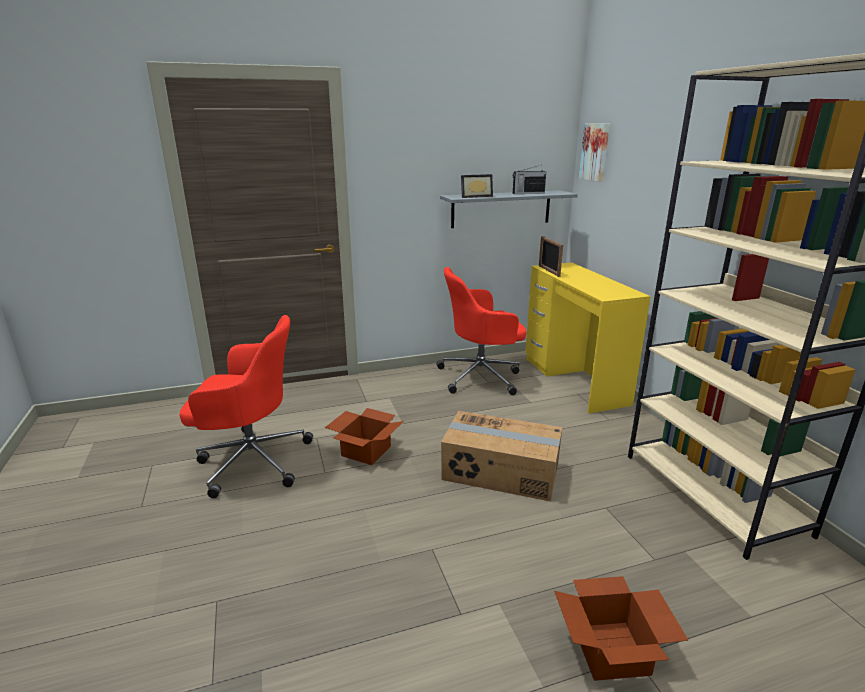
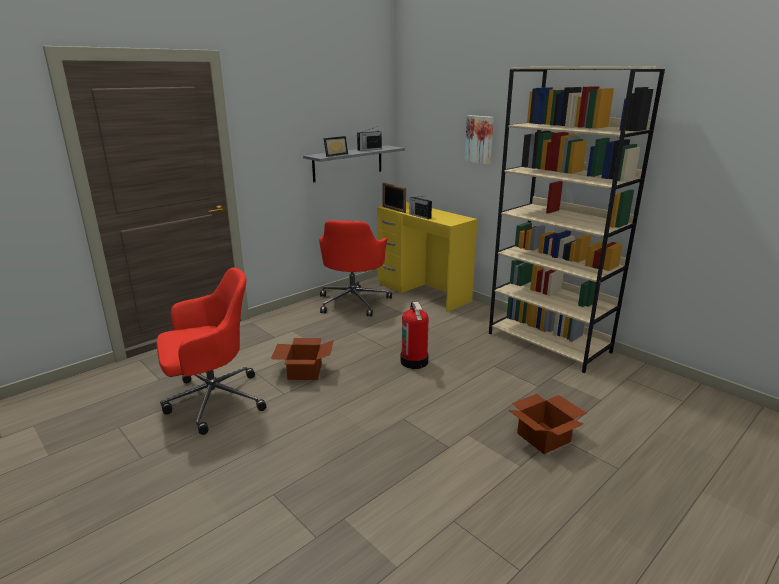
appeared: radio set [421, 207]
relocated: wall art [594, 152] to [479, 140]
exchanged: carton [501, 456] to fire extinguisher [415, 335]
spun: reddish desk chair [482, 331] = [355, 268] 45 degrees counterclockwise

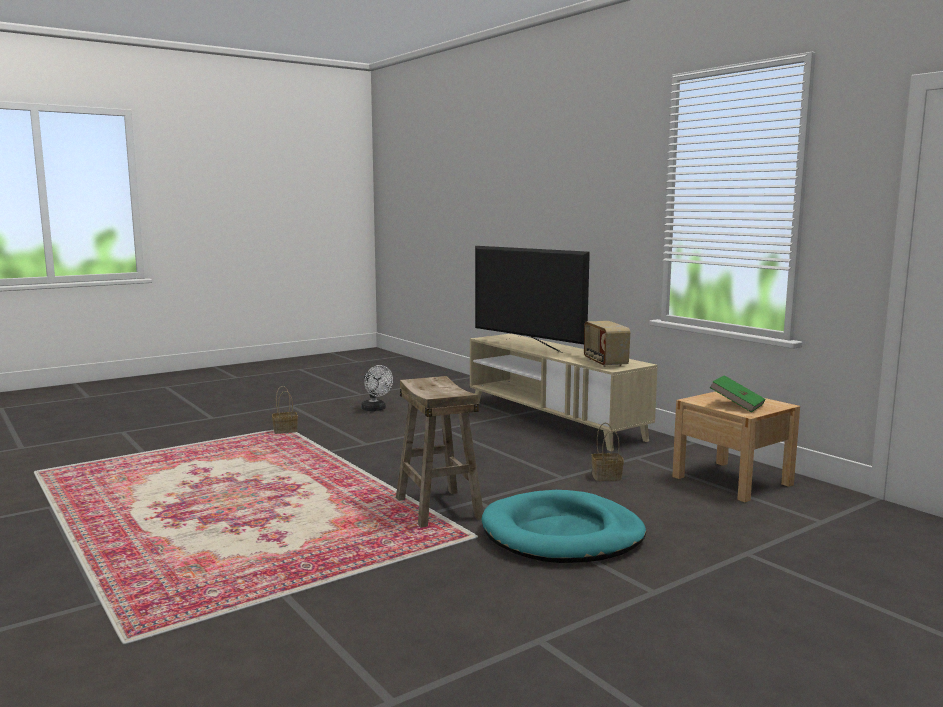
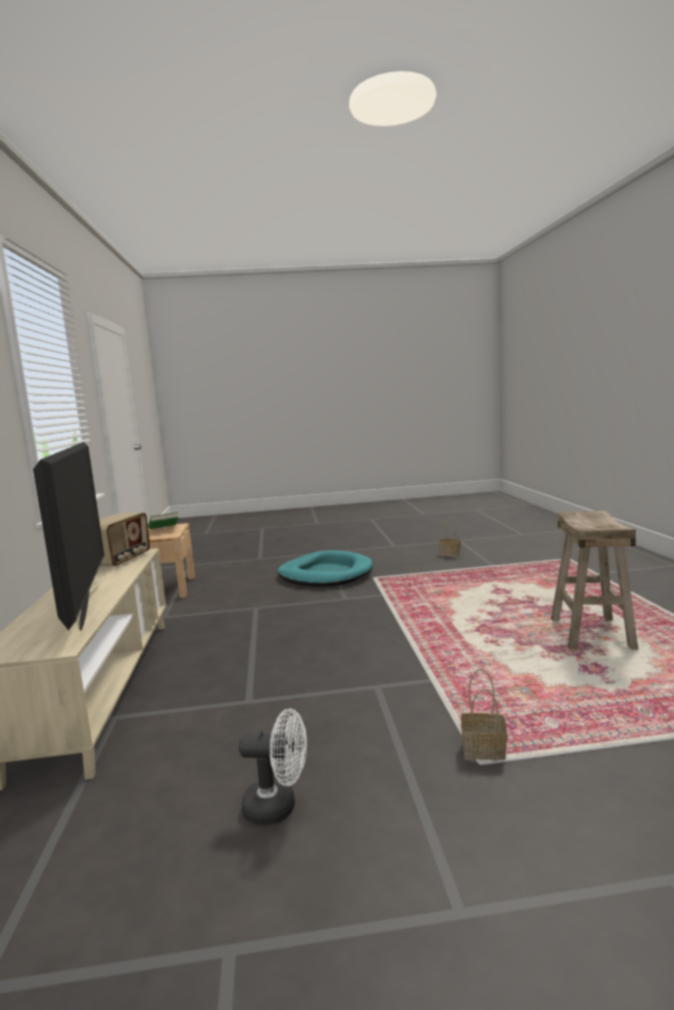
relocated: basket [607, 452] to [450, 537]; beige-coloured sitting stool [439, 452] to [594, 580]
spun: white-coloured cooling fan [377, 388] = [273, 766] 105 degrees clockwise

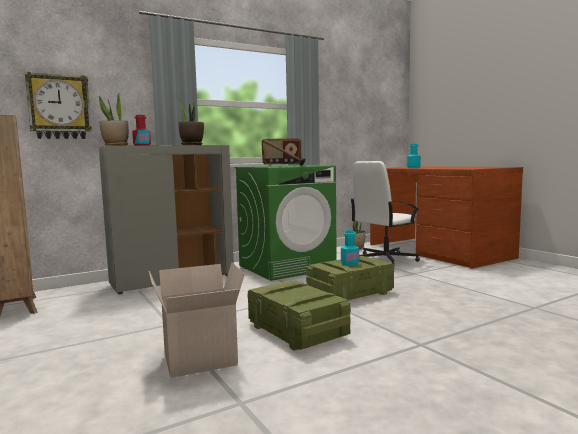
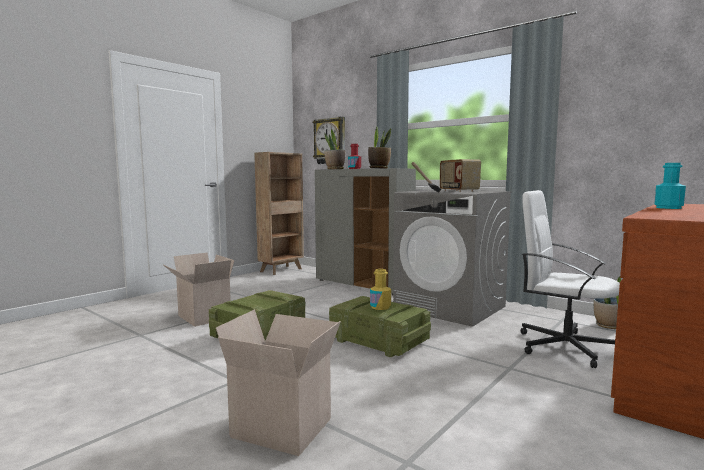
appeared: carton [278, 382]
colour: turquoise bottle [350, 248] to yellow bottle [380, 289]; green-coloured laundry appliance [286, 223] to greyish laundry appliance [452, 258]

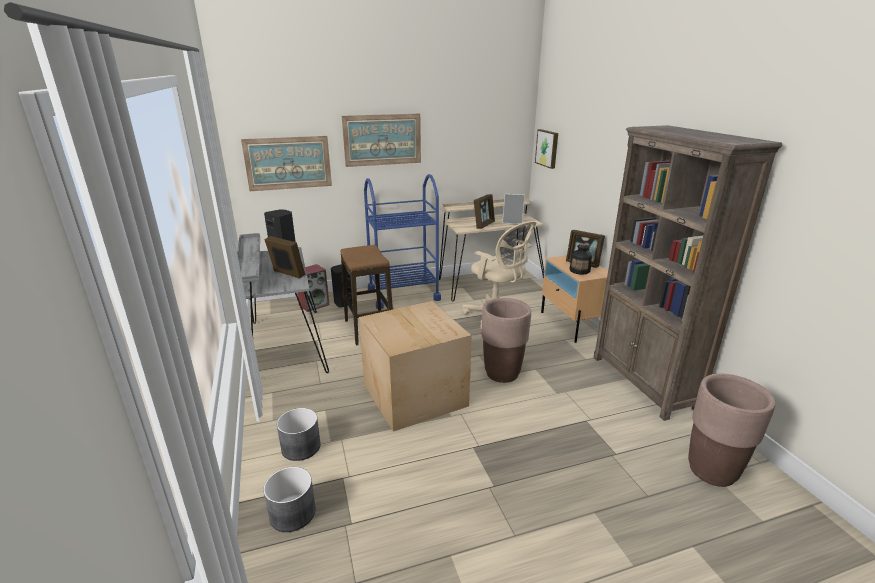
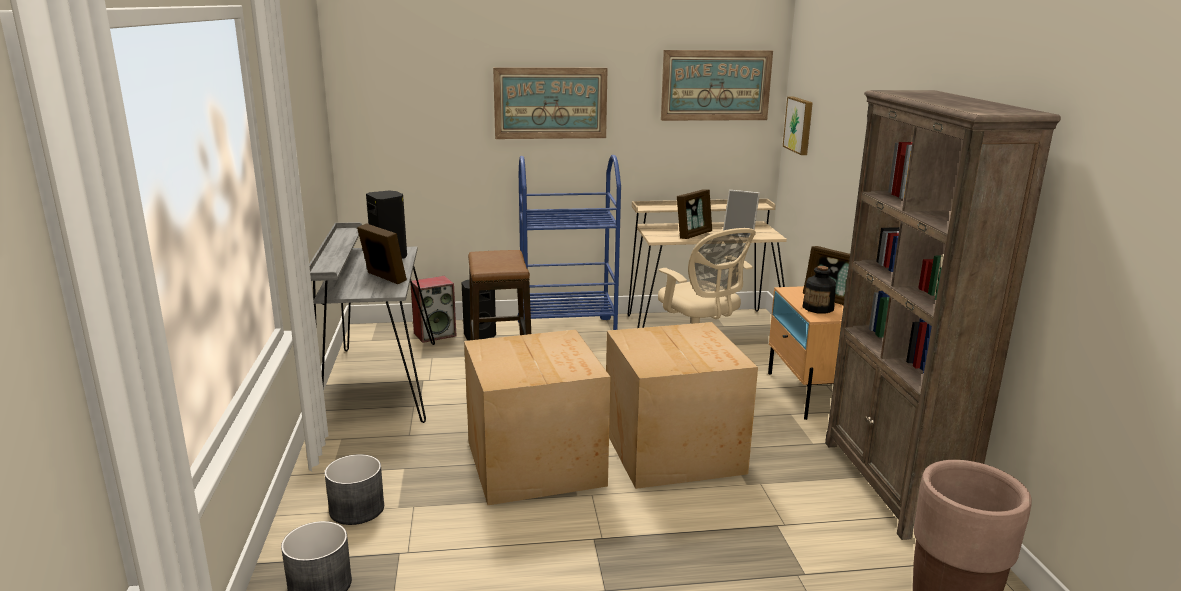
relocated: wall art [286, 163] to [717, 85]
exchanged: brown plant pot [506, 340] to carton [682, 405]

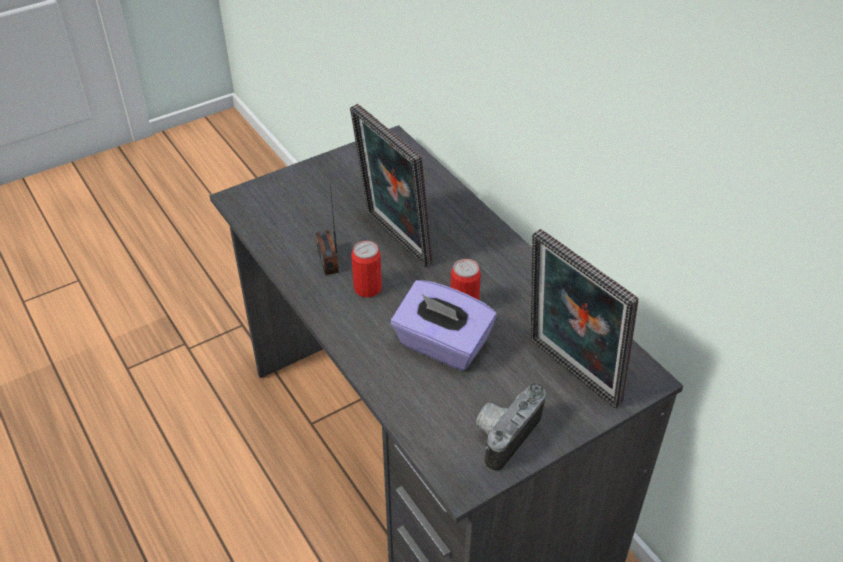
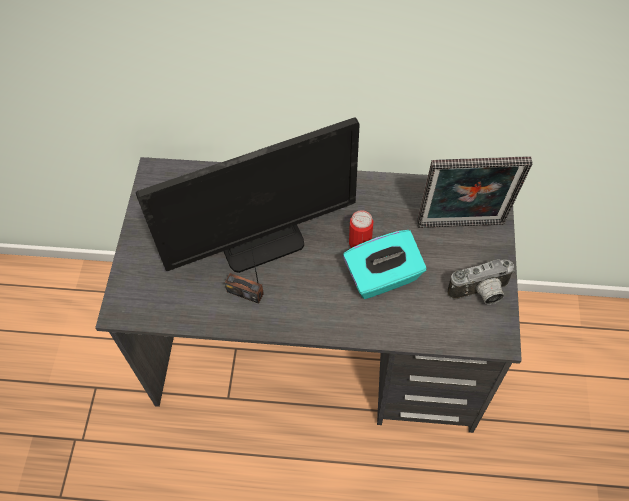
missing: can [366, 269]
exchanged: photo frame [391, 185] to monitor [248, 195]
colour: purple tissue holder [444, 325] to turquoise tissue holder [384, 264]
spun: still camera [511, 427] = [481, 282] 90 degrees counterclockwise

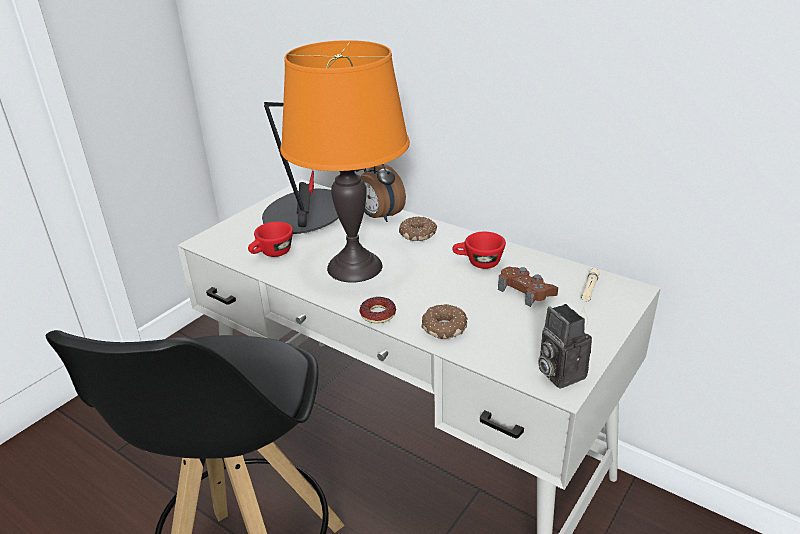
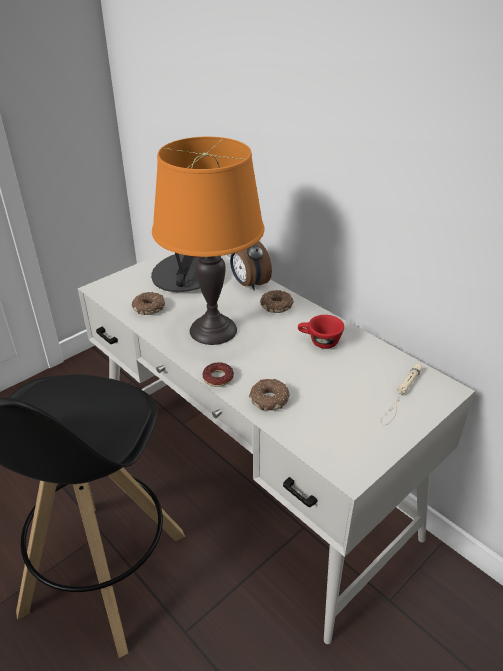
missing: brown gamepad [528, 287]; still camera [565, 346]
exchanged: reddish small cup [270, 239] to donut [148, 303]

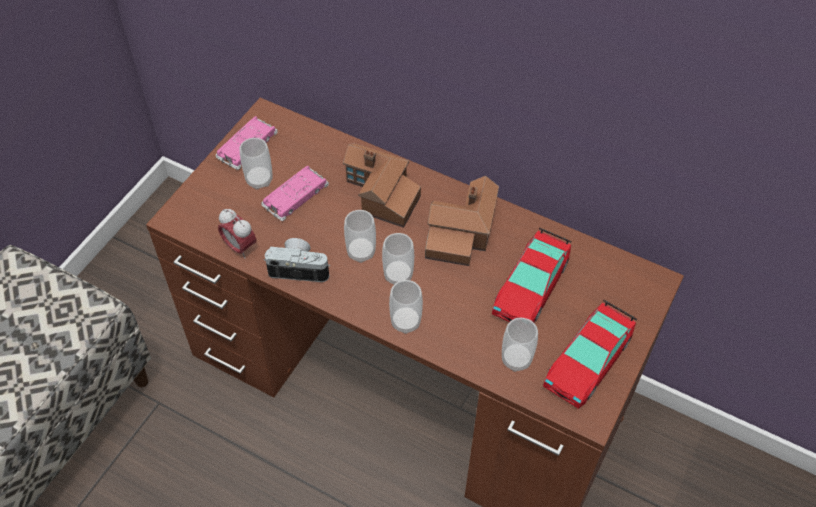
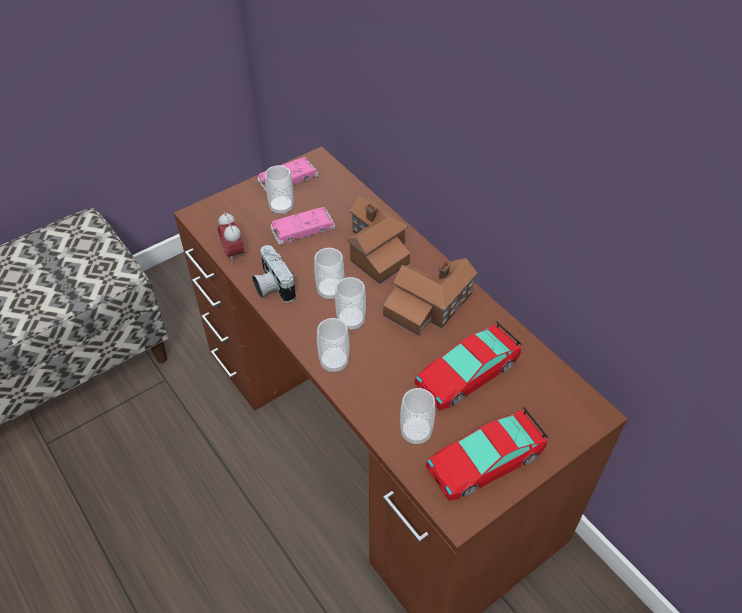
spun: still camera [297, 260] = [274, 274] 150 degrees counterclockwise

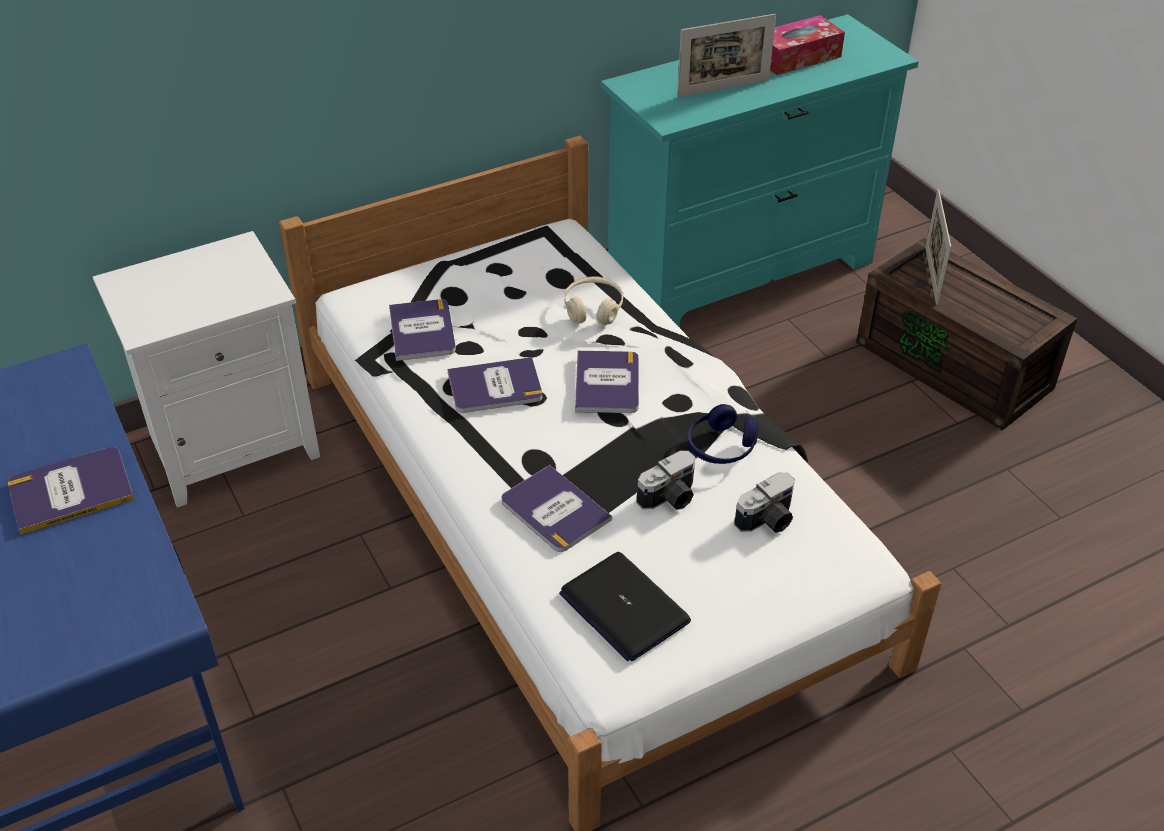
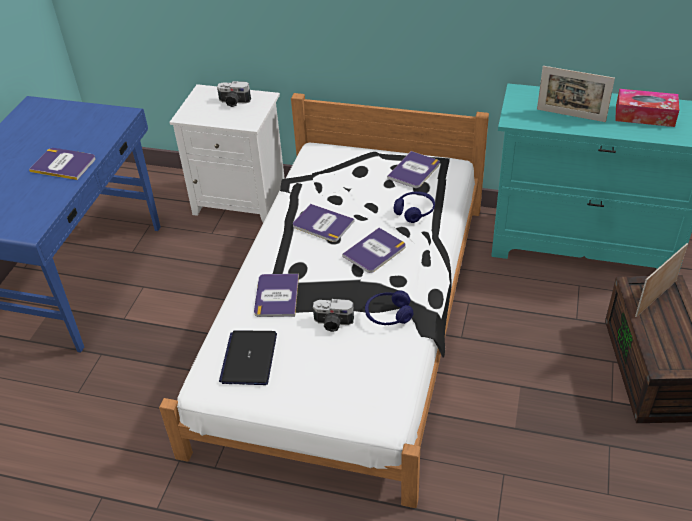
relocated: still camera [764, 503] to [234, 94]; volume [422, 330] to [413, 169]
colour: beige-coloured headphones [593, 300] to blue-coloured headphones [414, 207]

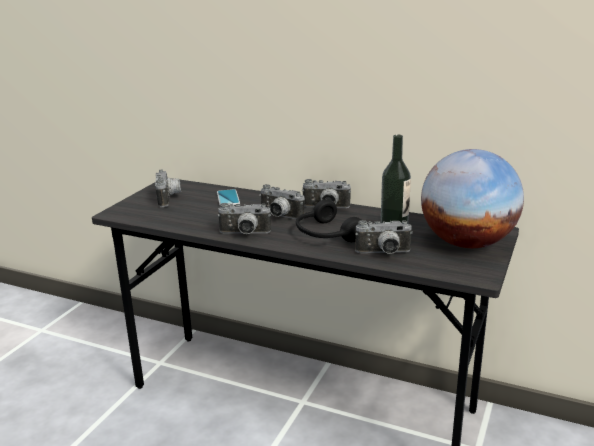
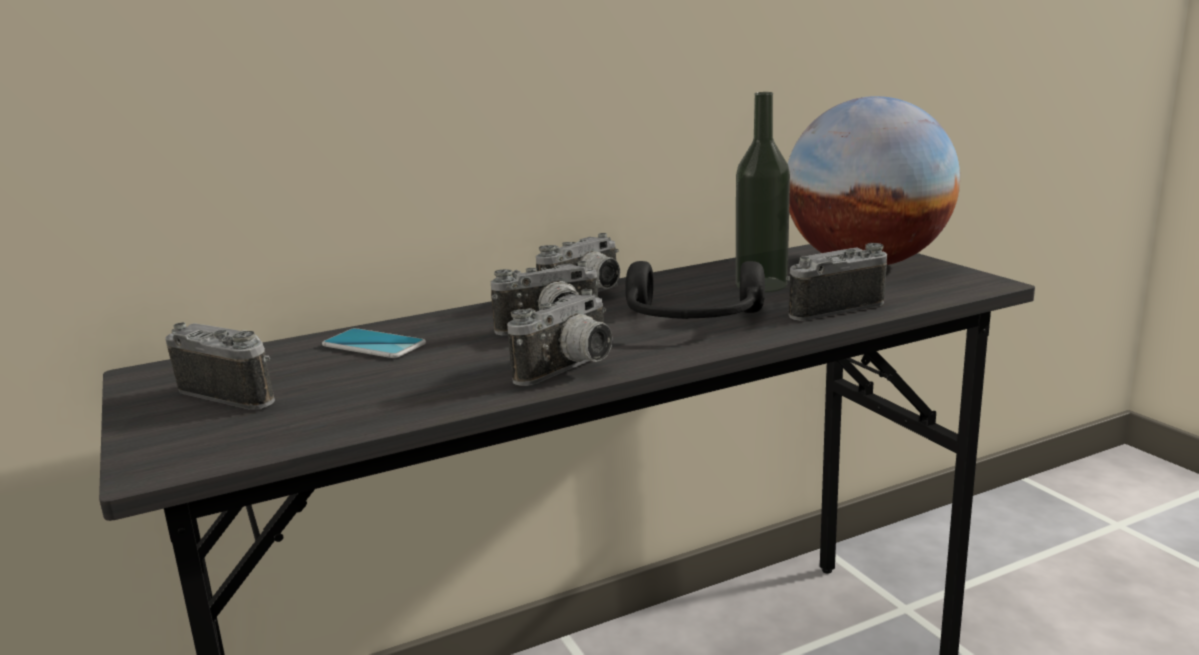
spun: still camera [384, 237] = [836, 282] 150 degrees counterclockwise

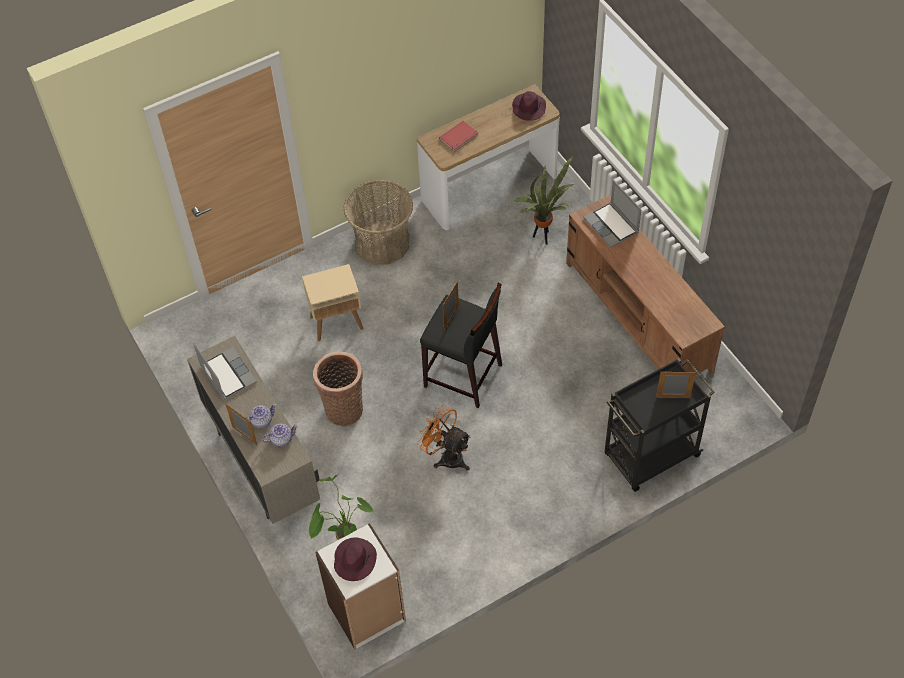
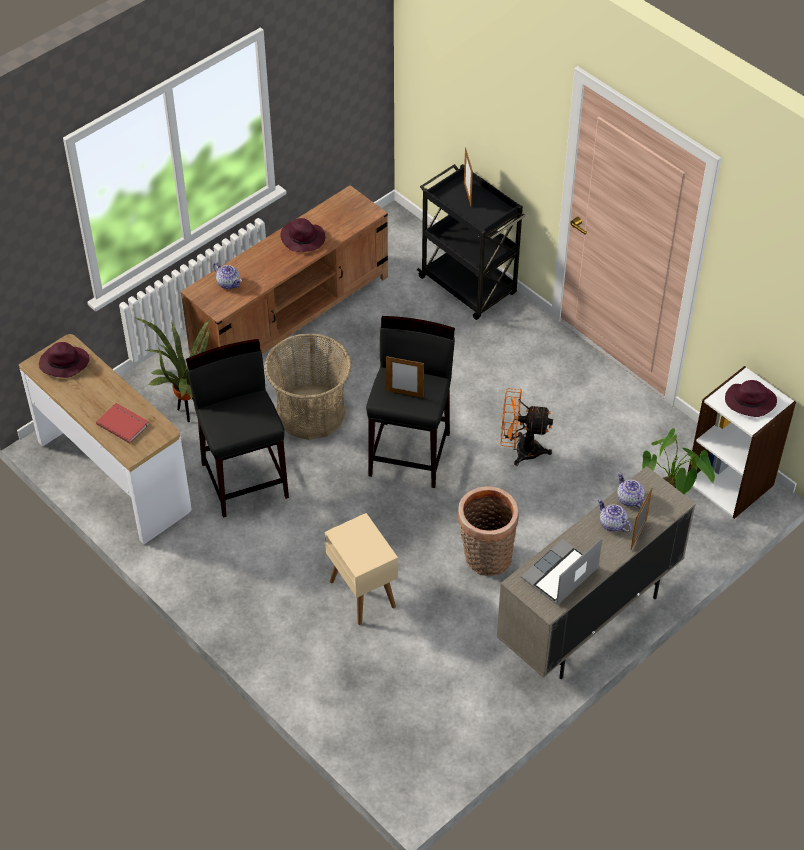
appeared: black-coloured sitting stool [237, 428]; purple wearable hat [302, 235]
relocated: basket [378, 222] to [308, 386]
exchanged: portable computer [613, 214] to teapot [227, 276]
spun: orange-coloured cooling fan [444, 437] = [526, 427] 75 degrees clockwise

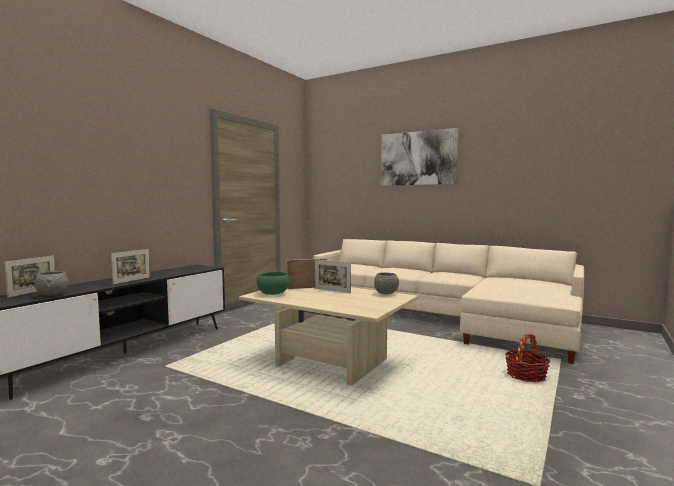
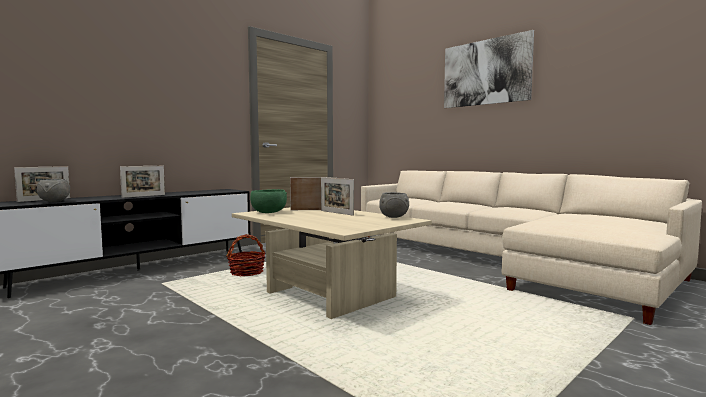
relocated: basket [528, 357] to [246, 255]

